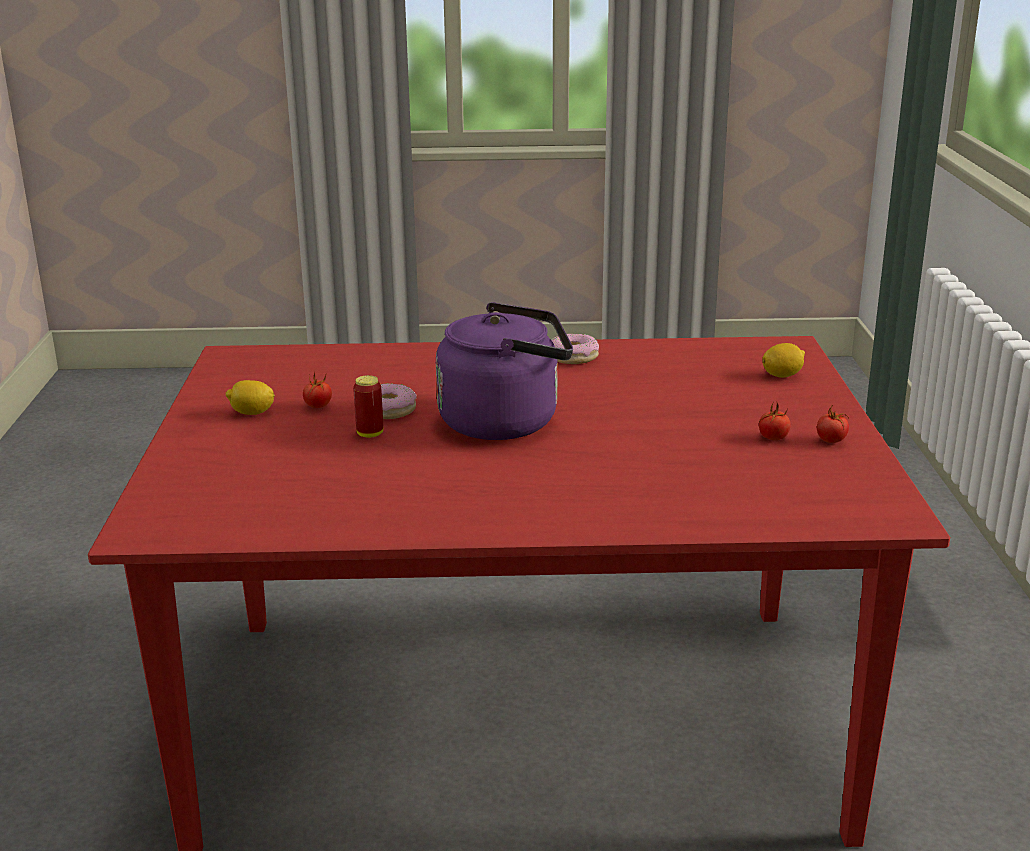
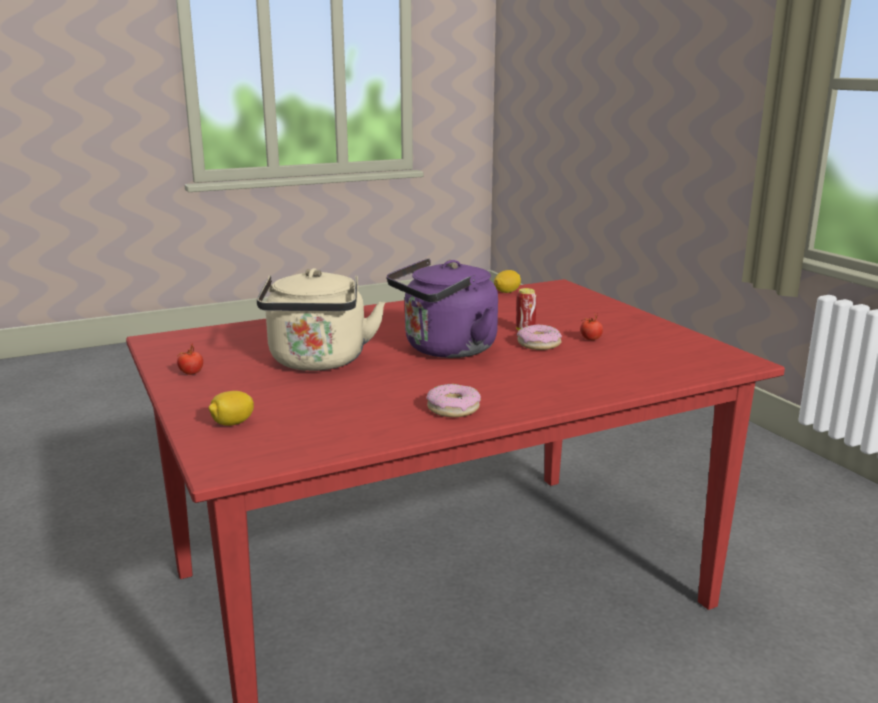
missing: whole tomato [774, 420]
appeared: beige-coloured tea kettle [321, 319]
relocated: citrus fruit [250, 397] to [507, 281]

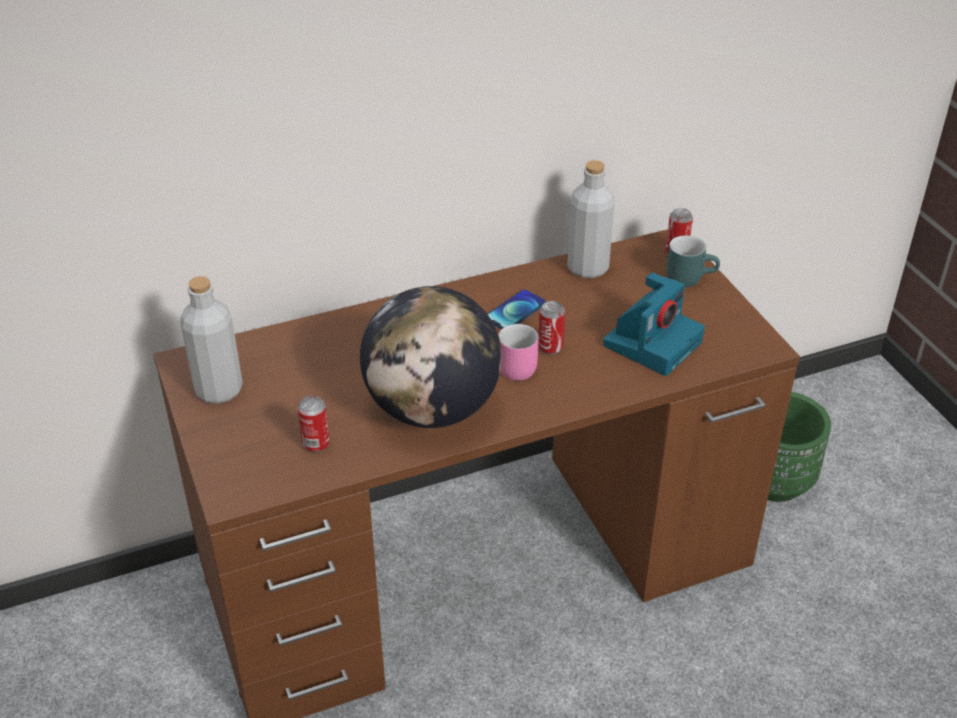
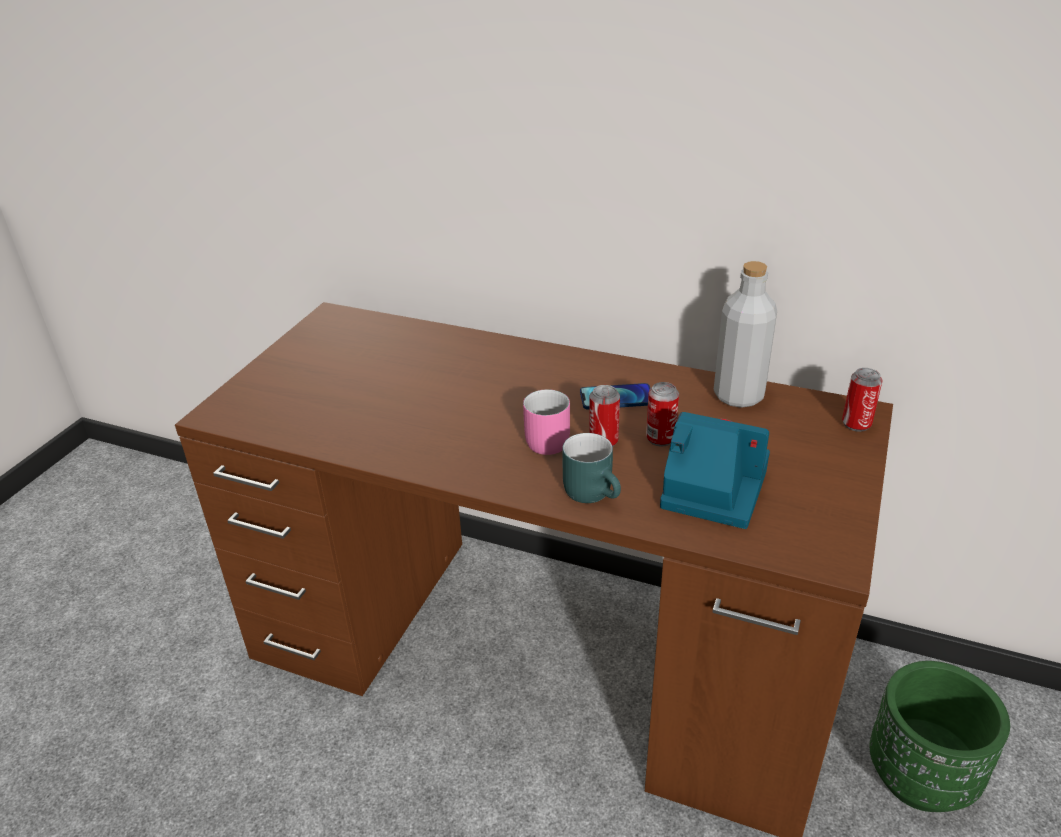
missing: greyish bottle [211, 340]; world globe [431, 357]
relocated: turquoise coffee mug [693, 261] to [592, 468]; can [314, 424] to [662, 414]
spun: still camera [654, 324] = [715, 470] 150 degrees counterclockwise

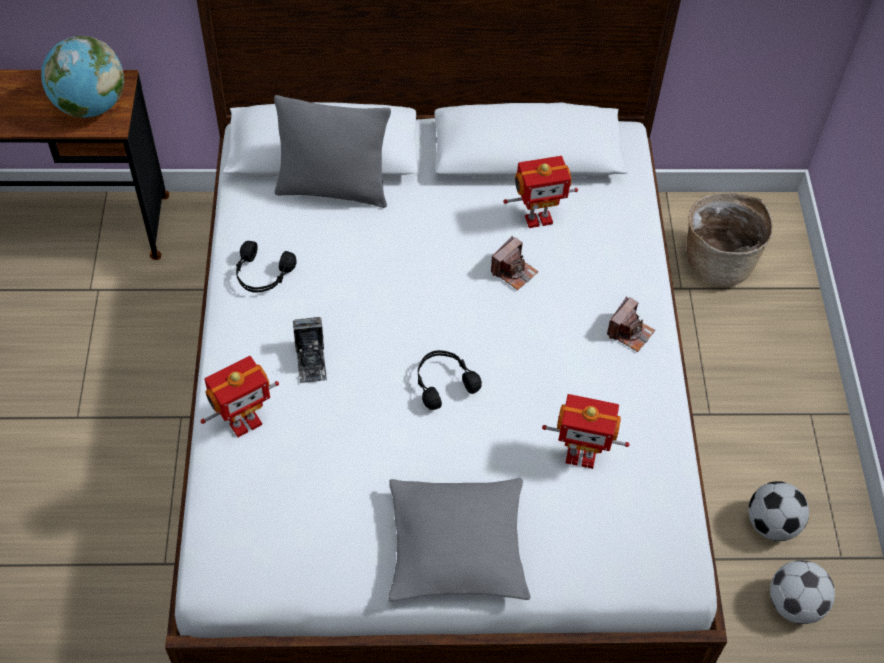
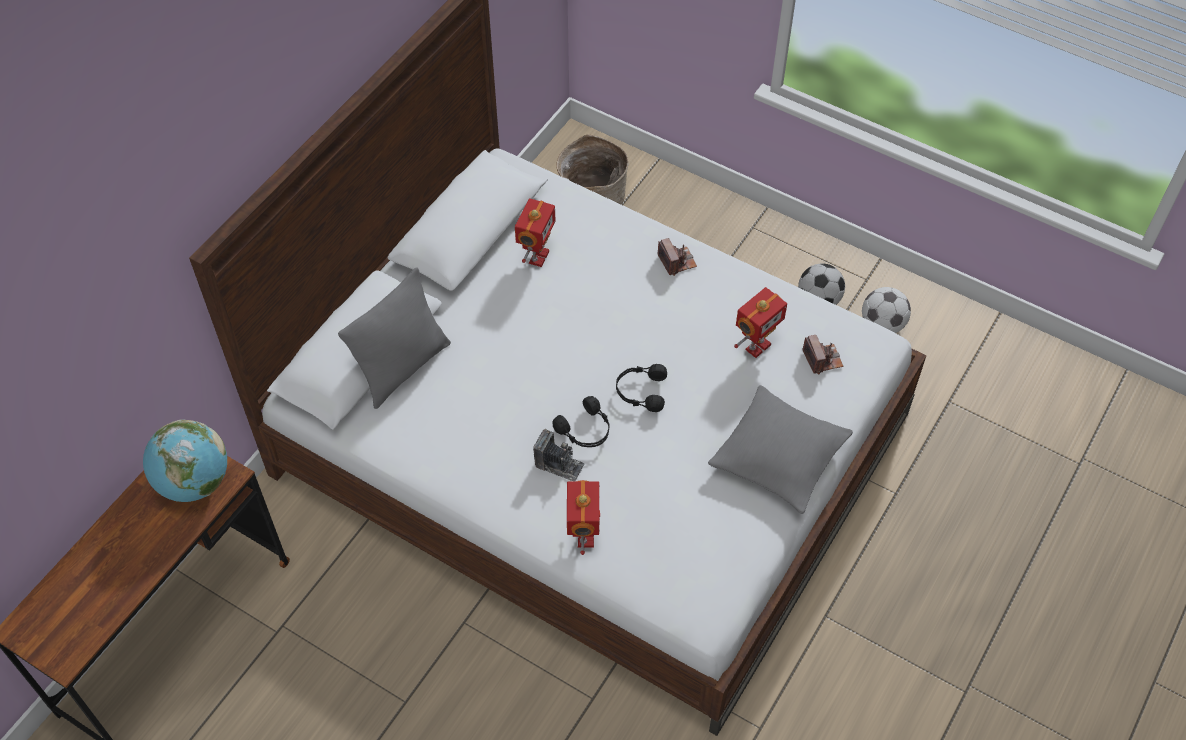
relocated: black-coloured headphones [266, 267] to [580, 421]; still camera [514, 263] to [822, 354]

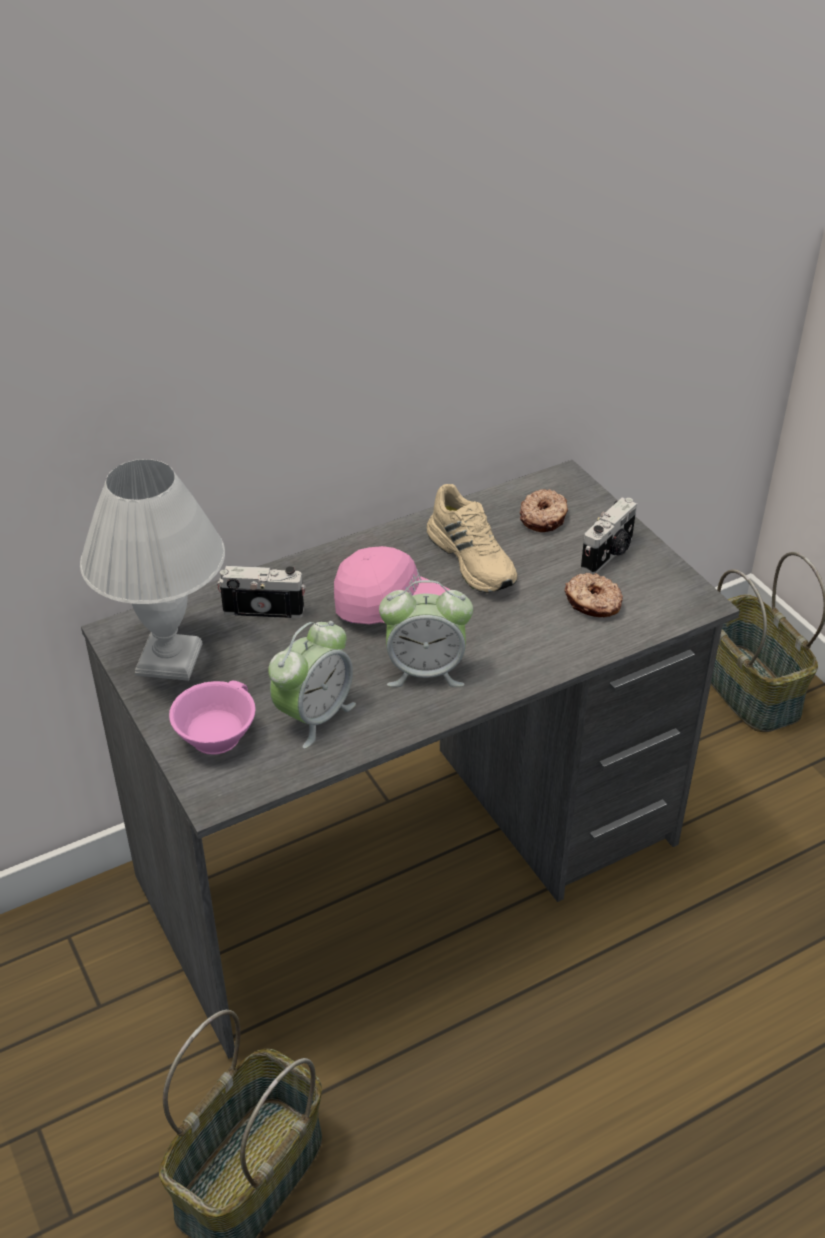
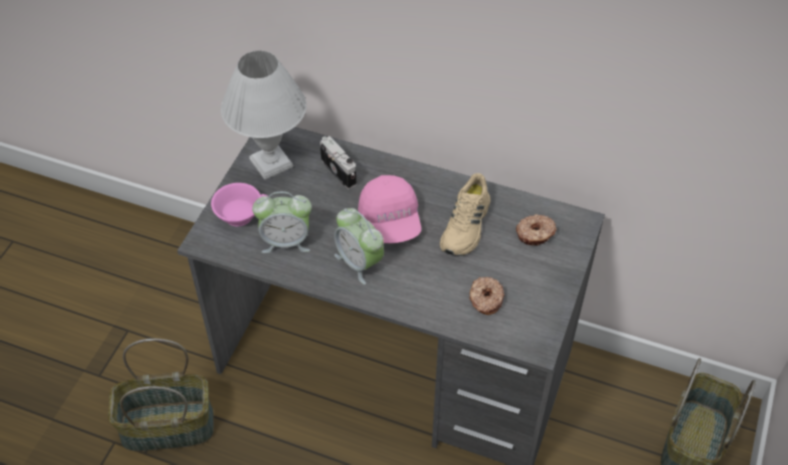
missing: still camera [609, 536]

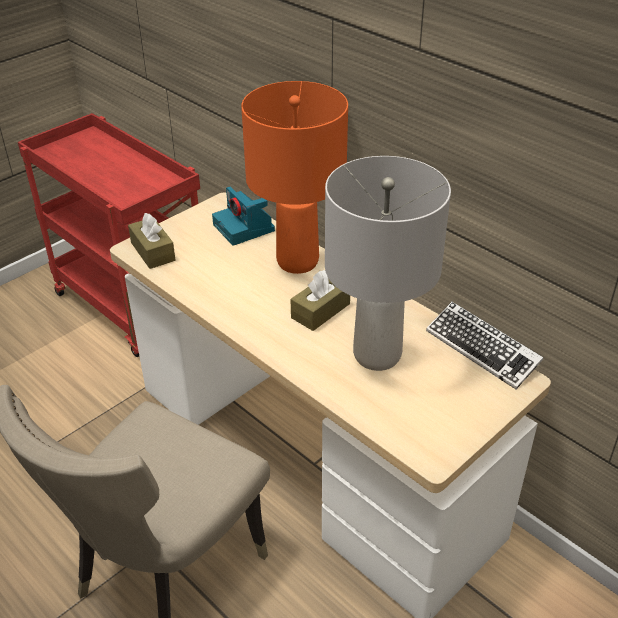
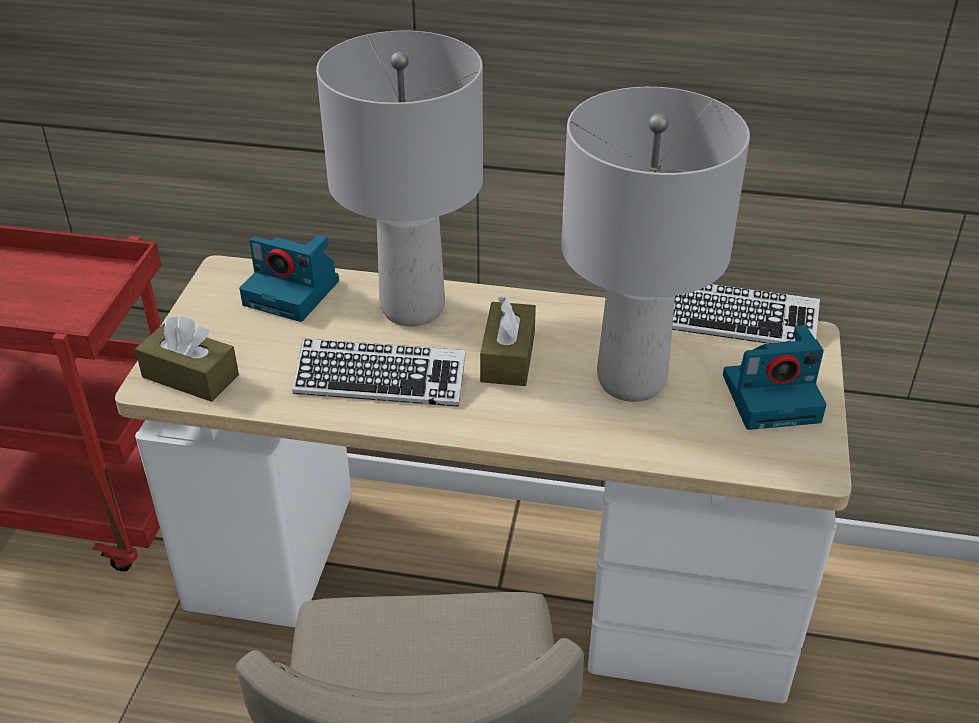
appeared: computer keyboard [379, 372]; still camera [775, 377]
colour: orange-coloured lamp for a table [294, 177] to greyish lamp for a table [399, 178]

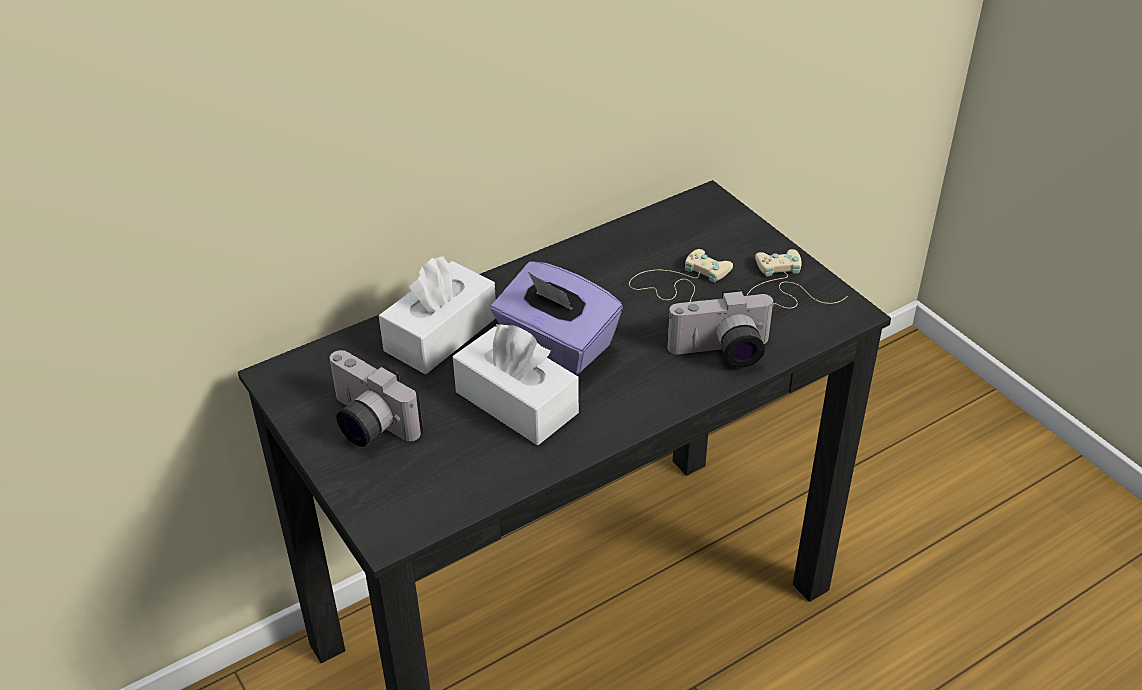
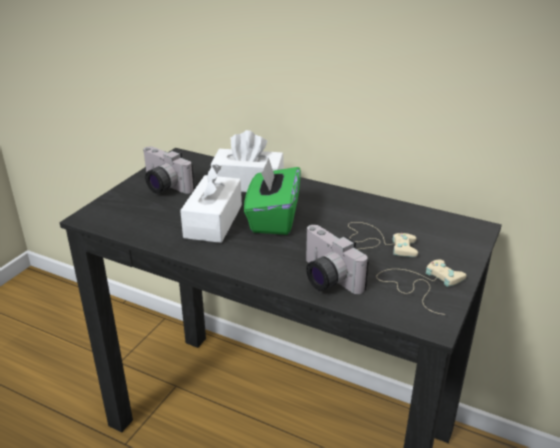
colour: purple tissue holder [557, 318] to green-coloured tissue holder [272, 196]
spun: still camera [375, 398] = [169, 170] 60 degrees counterclockwise

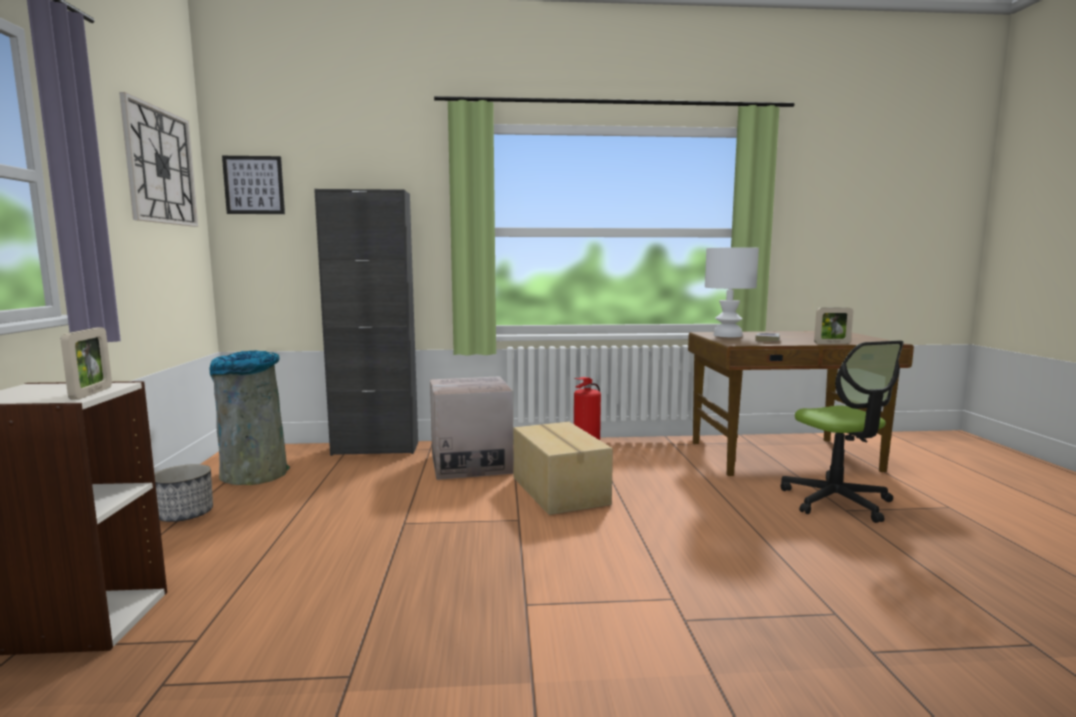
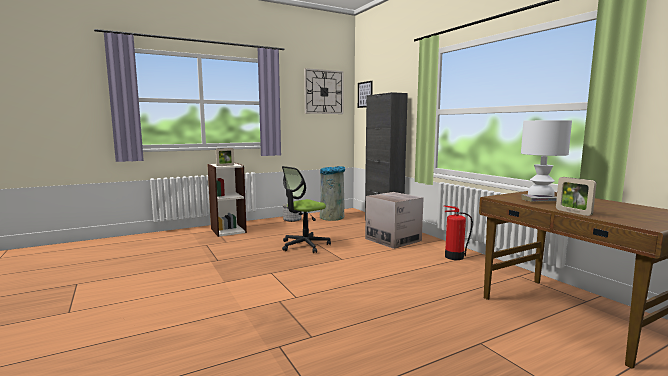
missing: carton [563, 468]
relocated: desk chair [842, 431] to [306, 209]

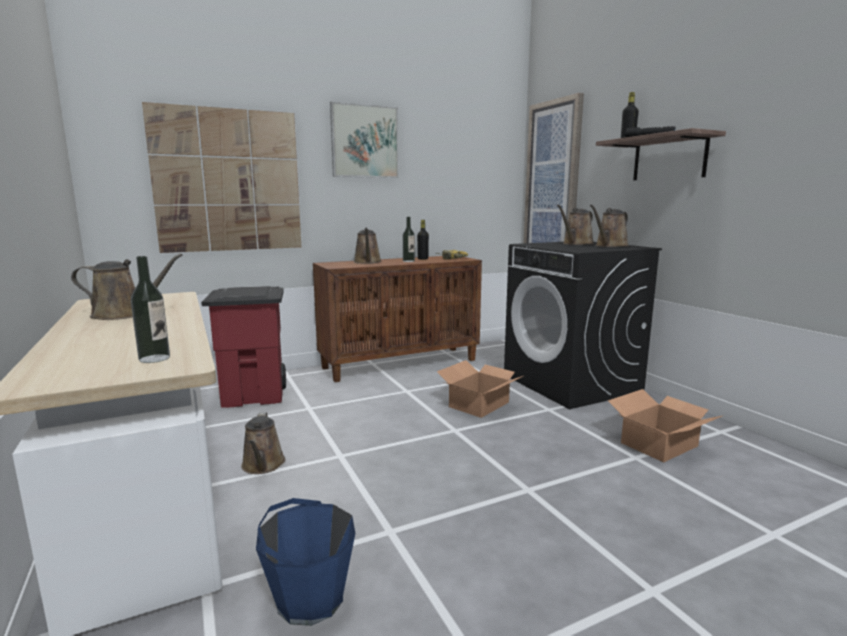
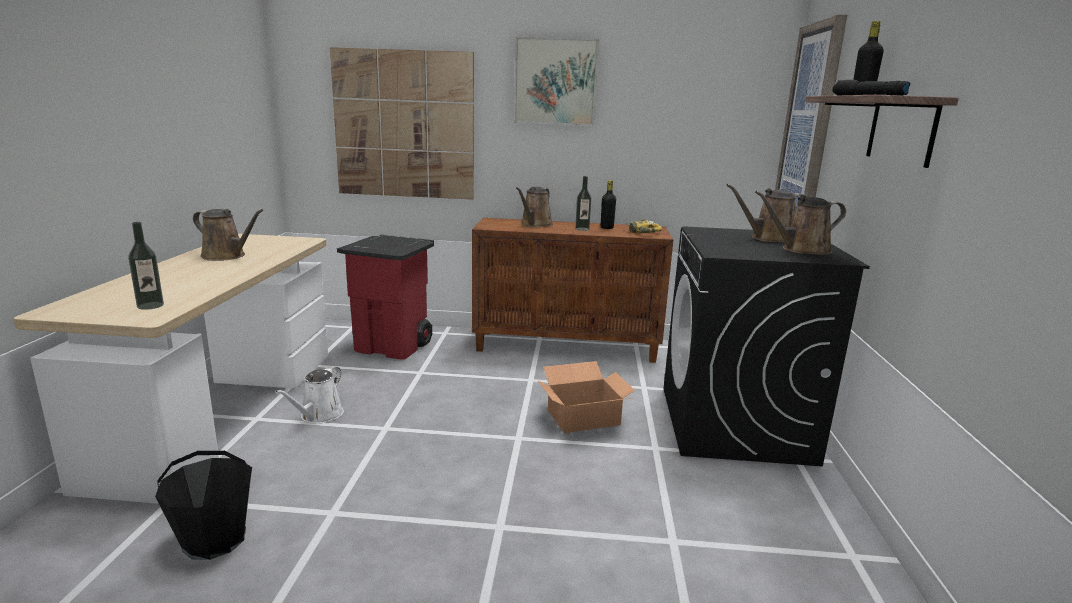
missing: carton [666, 425]
colour: blue-coloured pail [305, 562] to black-coloured pail [203, 505]; brown watering can [263, 443] to white-coloured watering can [309, 395]

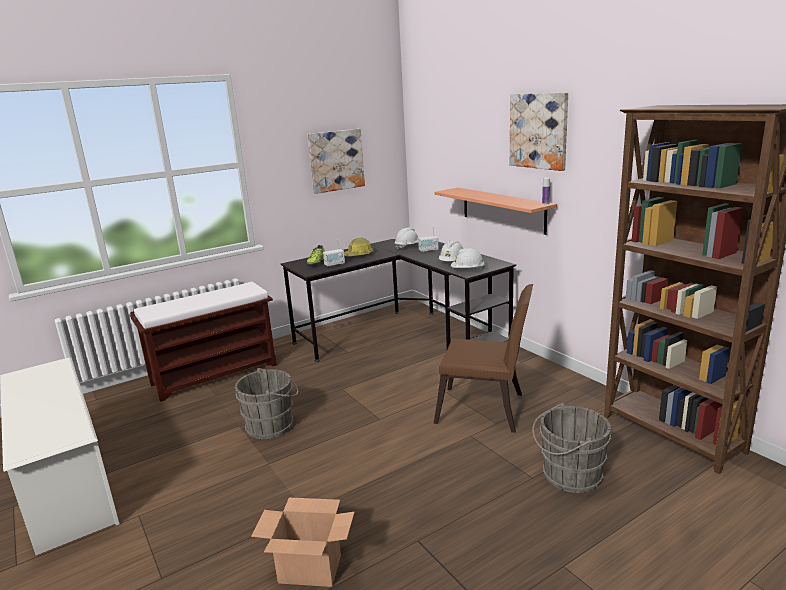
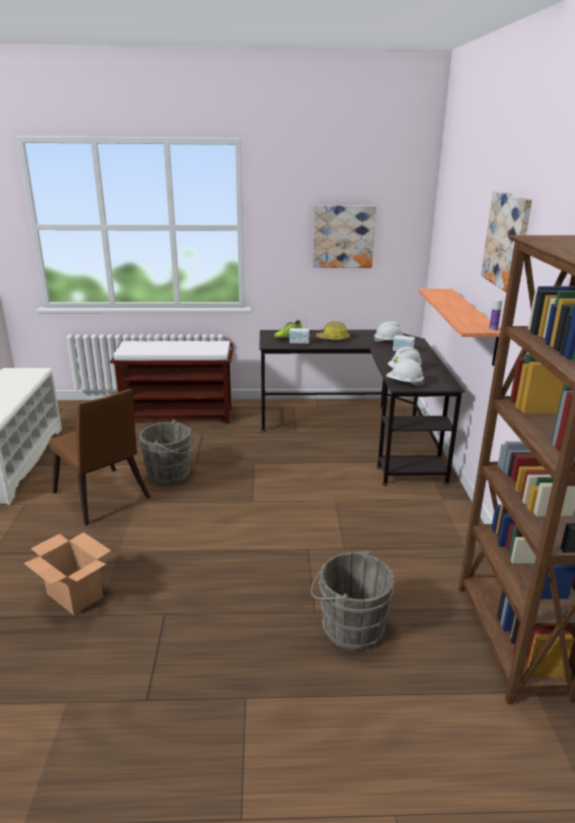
relocated: brown plain chair [483, 358] to [100, 457]

